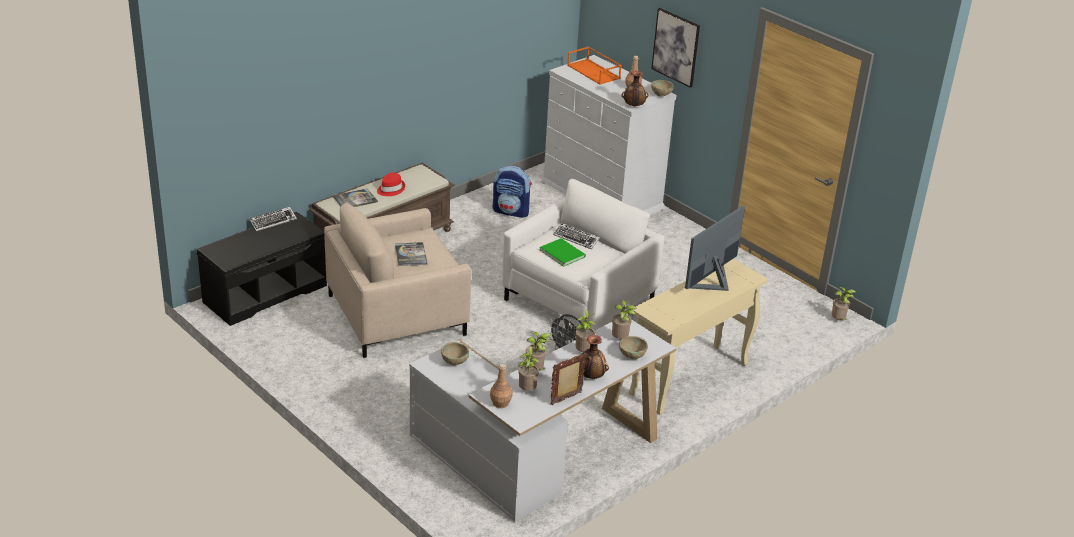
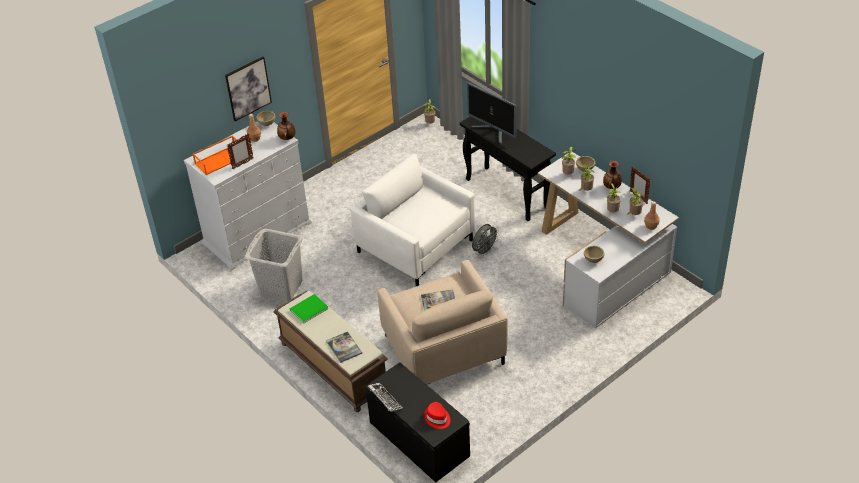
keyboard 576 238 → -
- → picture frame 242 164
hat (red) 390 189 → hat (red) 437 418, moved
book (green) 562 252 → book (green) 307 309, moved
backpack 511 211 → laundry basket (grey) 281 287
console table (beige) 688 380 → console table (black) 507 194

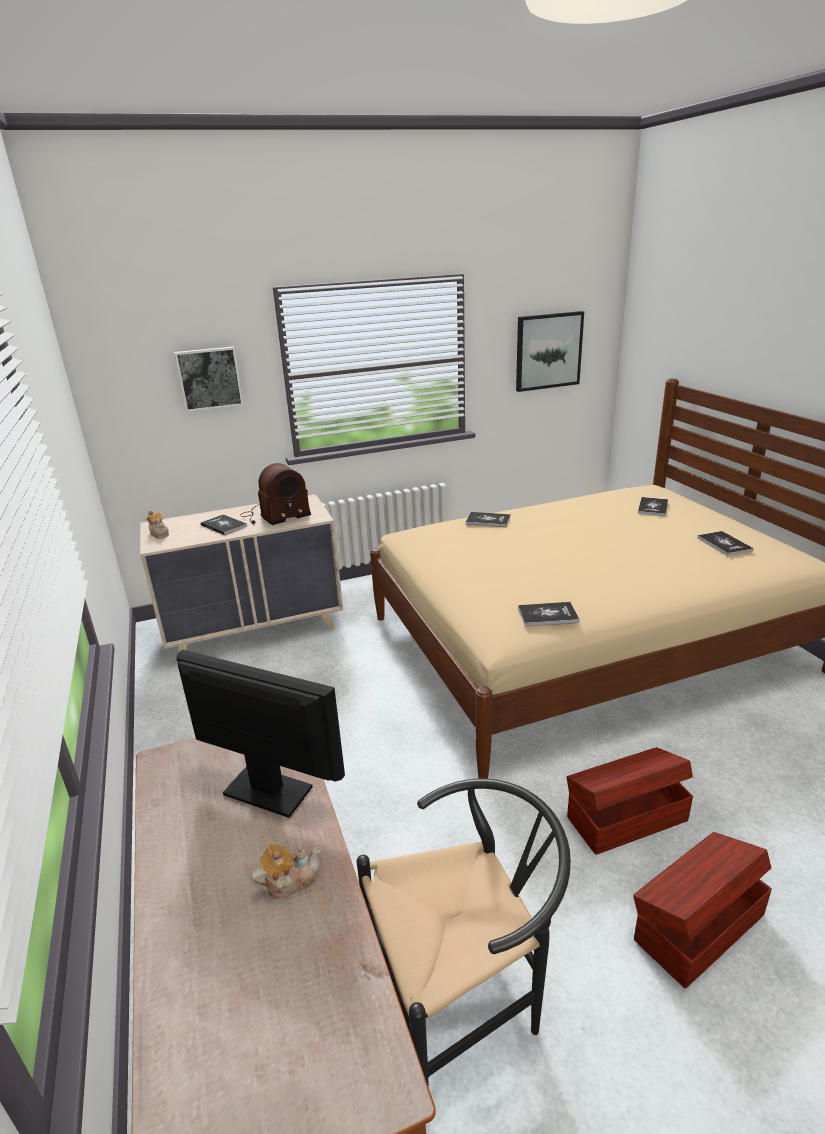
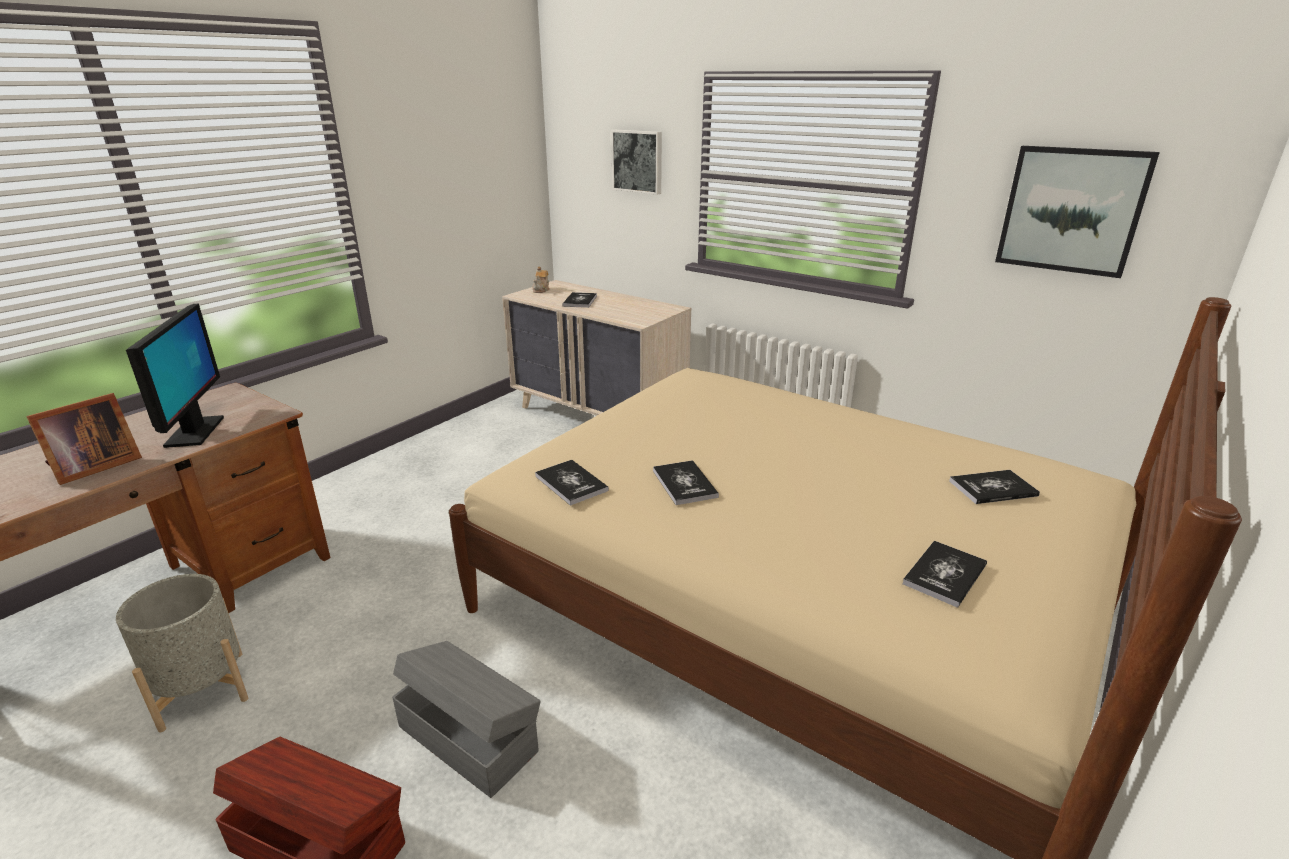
radio 274 515 → -
book 488 520 → book 684 484, moved
teapot 290 881 → picture frame 93 467
chair (black) 466 998 → planter (grey) 202 690
storage box (brown) 625 818 → storage box (grey) 468 736

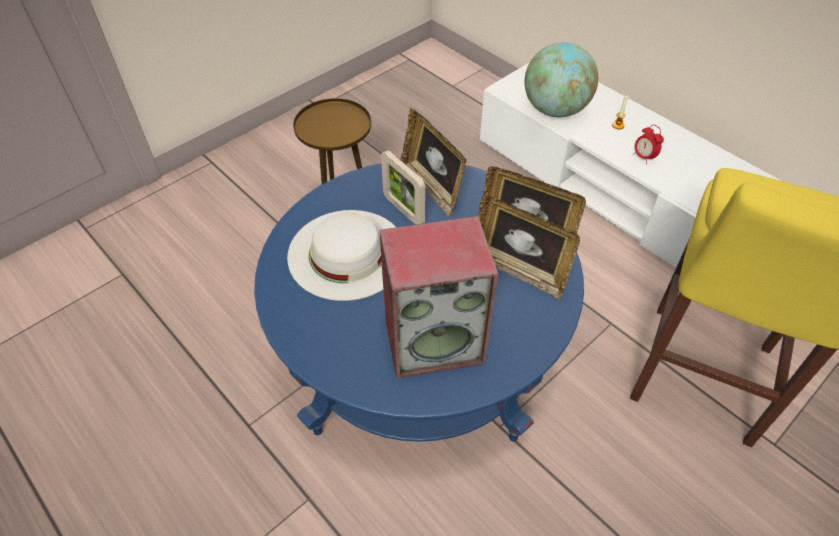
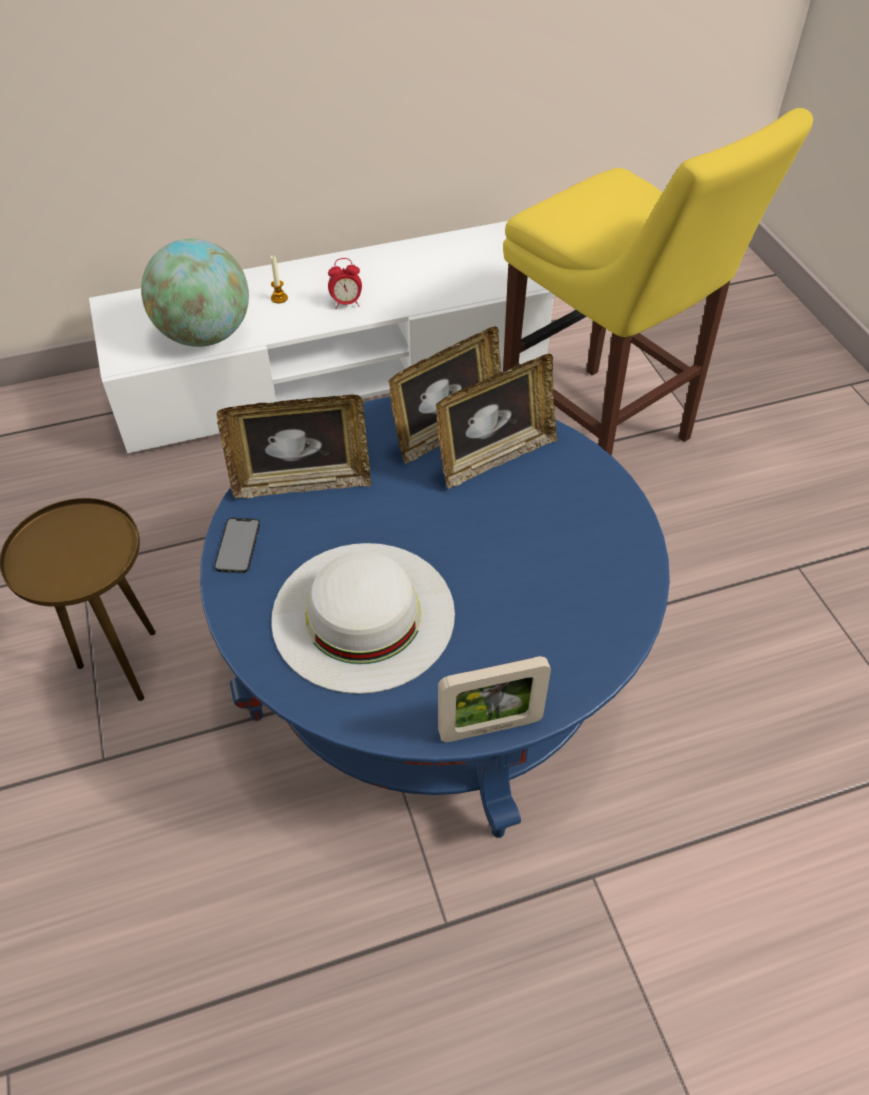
speaker 435 341 → -
- → phone 237 545
picture frame 403 210 → picture frame 490 727, moved

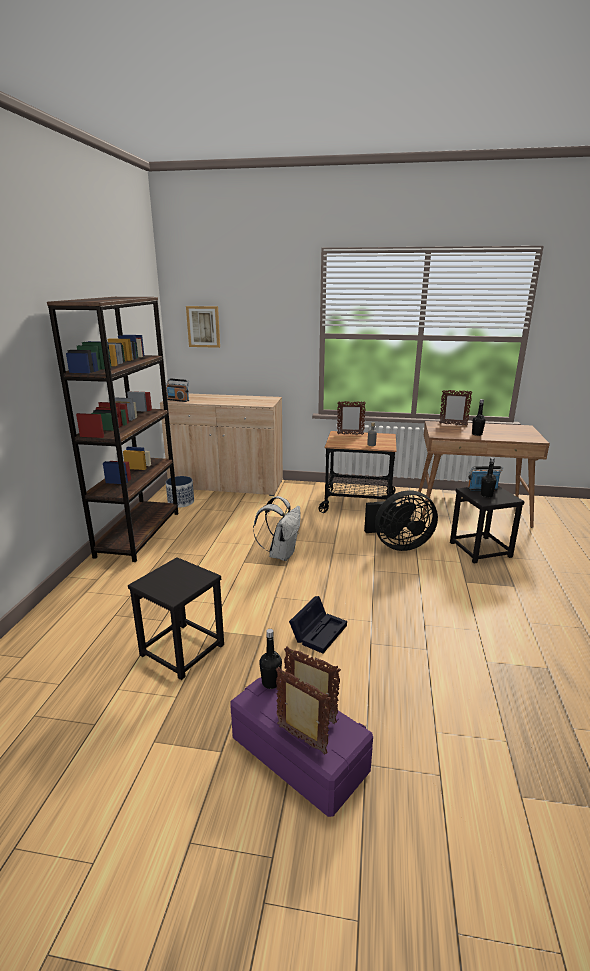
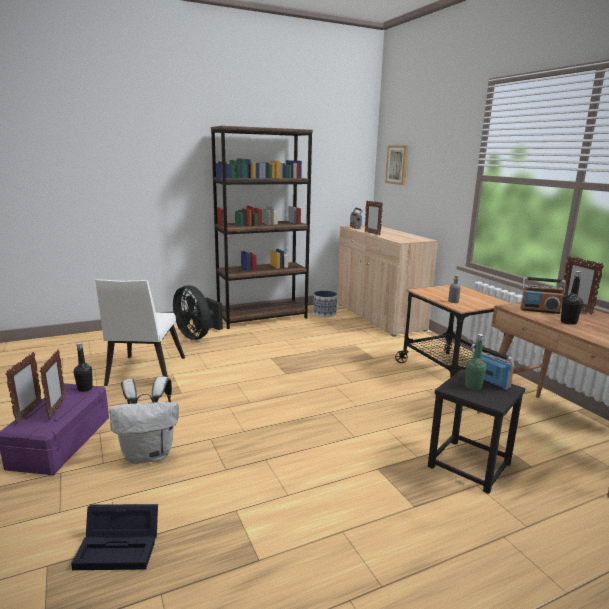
- → radio 539 310
backpack (white) 281 554 → backpack (white) 149 454, moved
storage box (black) 319 631 → storage box (black) 121 547, moved
picture frame 350 434 → picture frame 372 233, moved
fan (black) 398 545 → fan (black) 197 336, moved
stool (black) 182 650 → chair (white) 143 373
bottle (black) 486 495 → bottle (green) 473 387

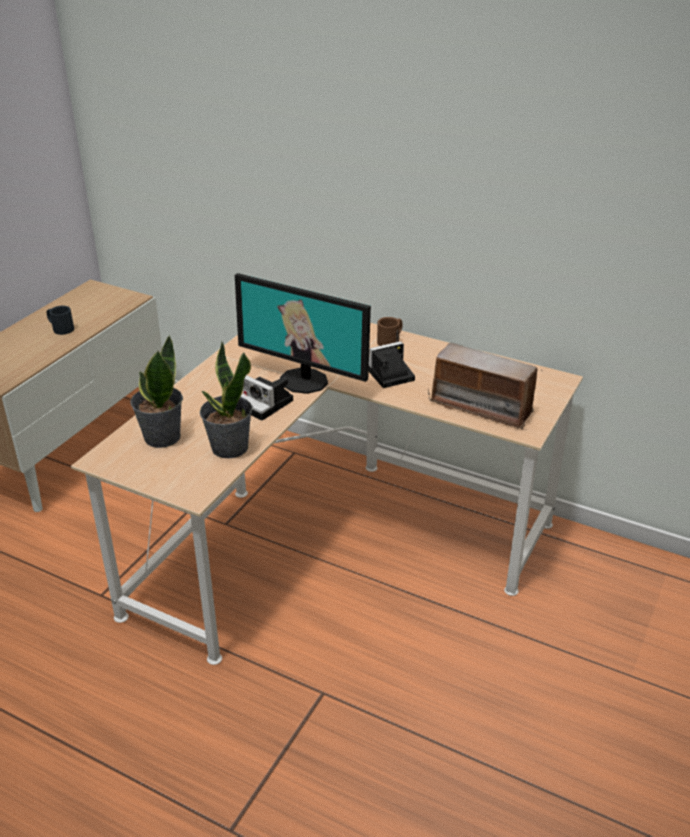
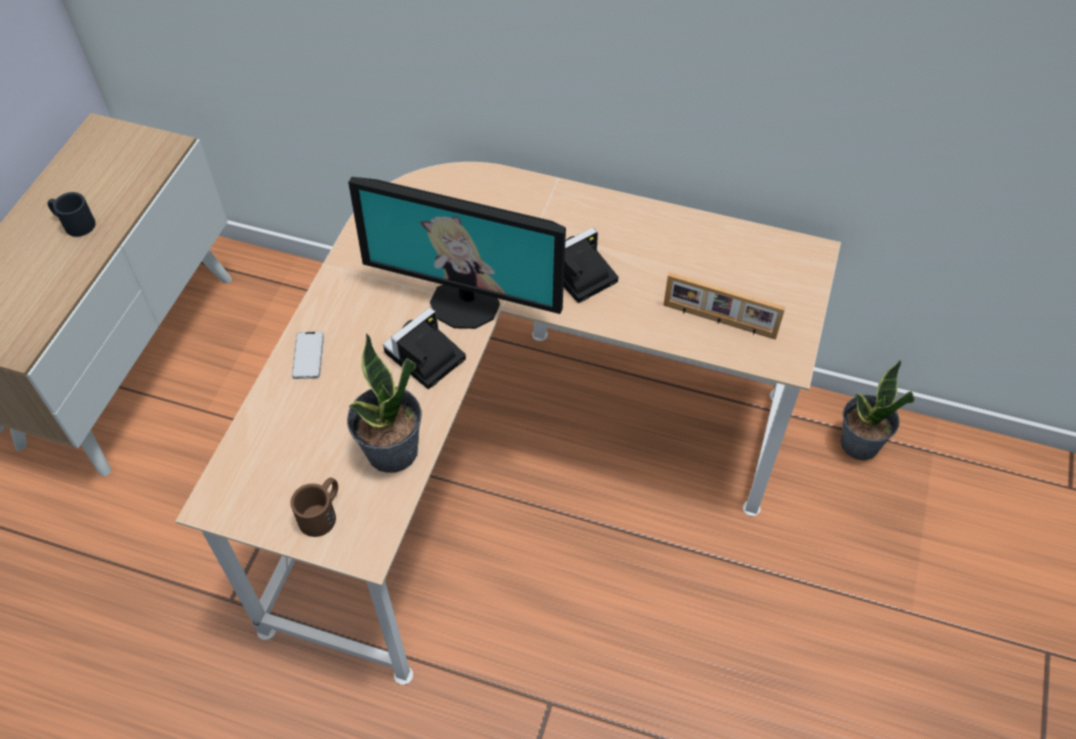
- → phone 308 356
potted plant 161 437 → potted plant 859 444, moved
mug (brown) 391 340 → mug (brown) 322 513, moved
radio 482 407 → picture frame 719 322
photo camera 266 404 → photo camera 423 358, 105 degrees clockwise

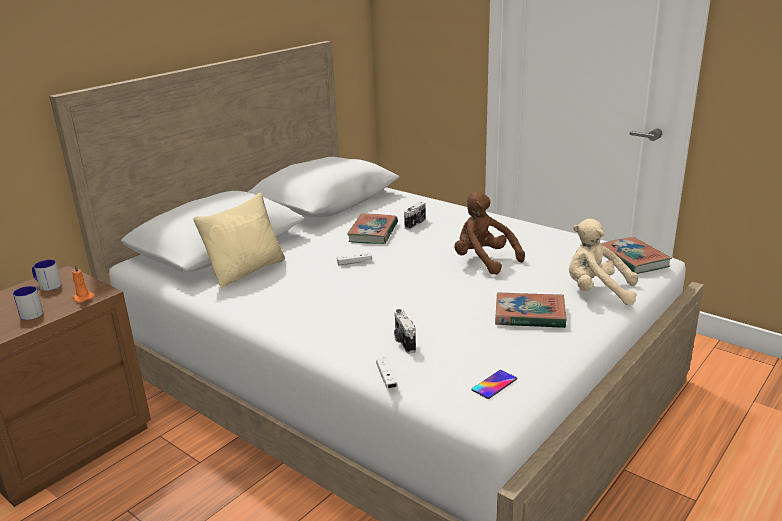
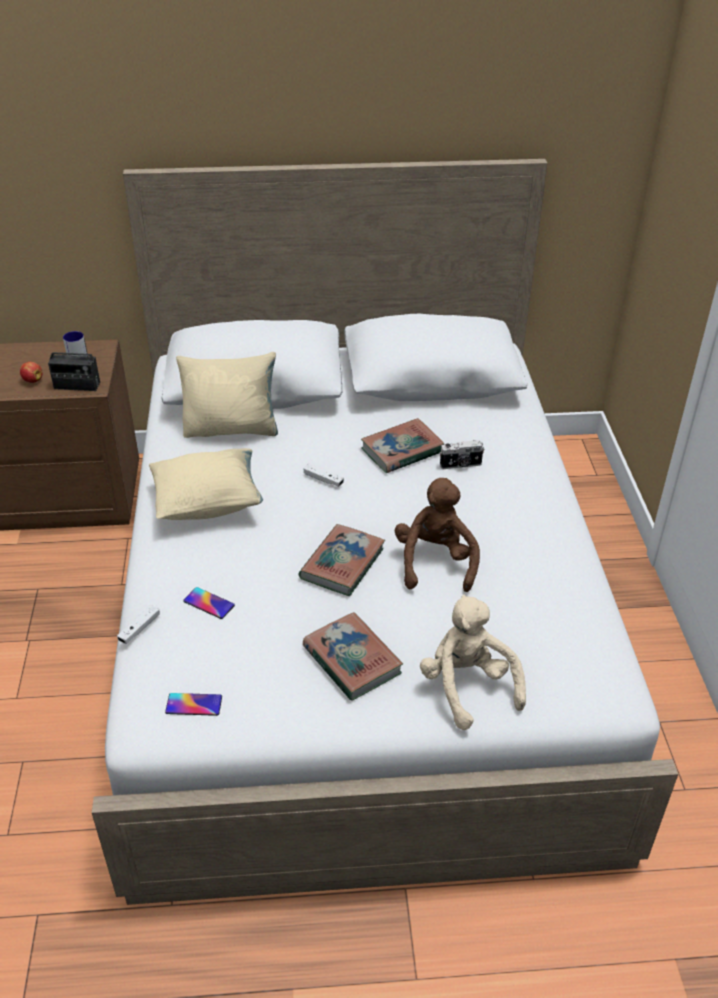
- → pillow (beige) 208 503
book 633 260 → book 342 564, moved
mug 32 312 → apple 32 380
candle (orange) 83 297 → radio 77 385
photo camera 403 342 → phone 209 603

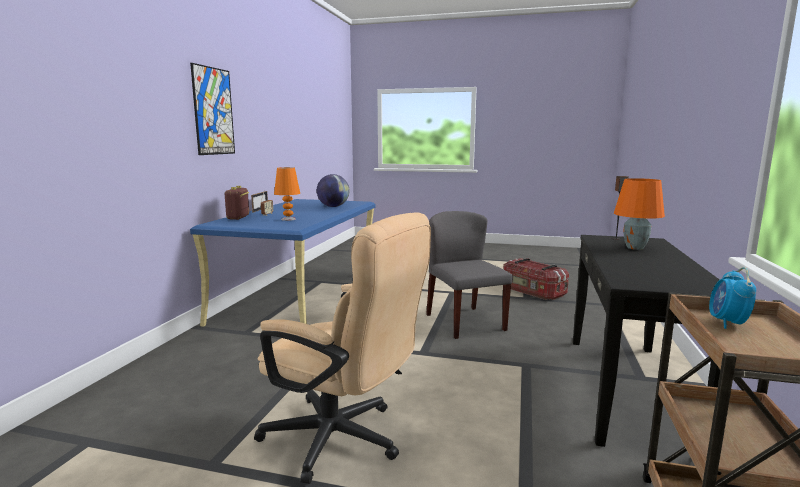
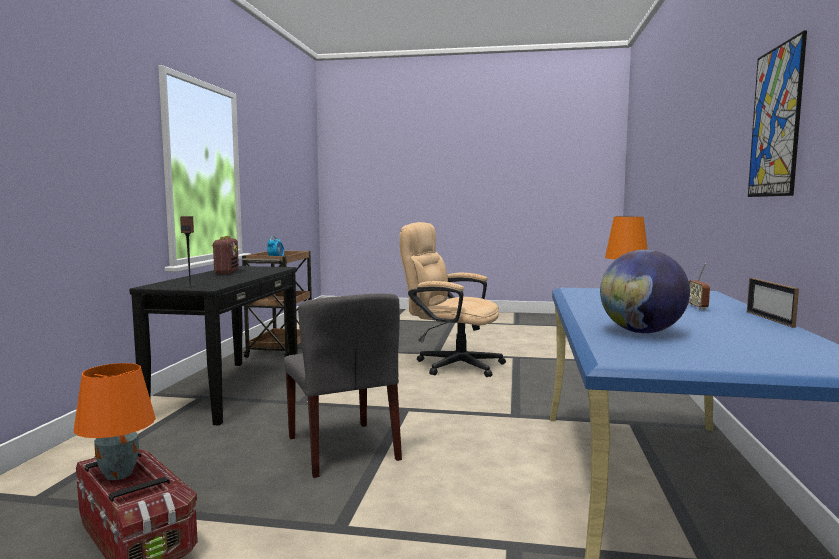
radio 238 217 → radio 226 272, moved
table lamp (orange) 634 248 → table lamp (orange) 119 475, moved

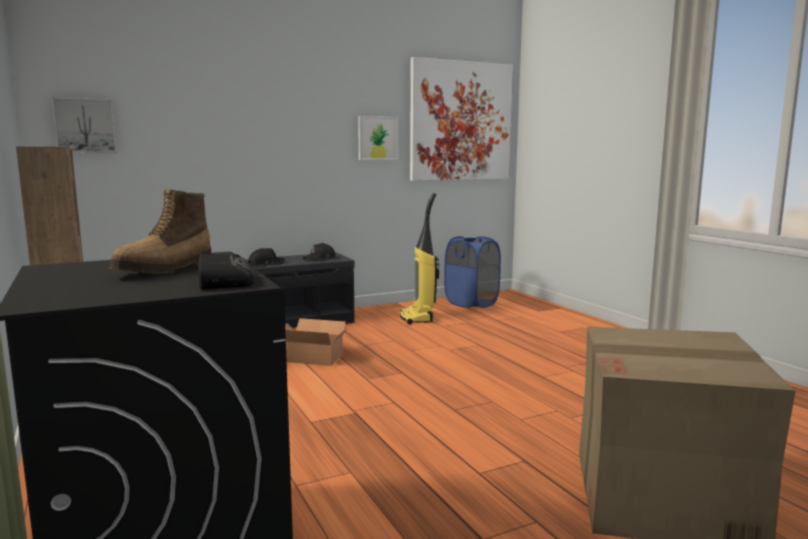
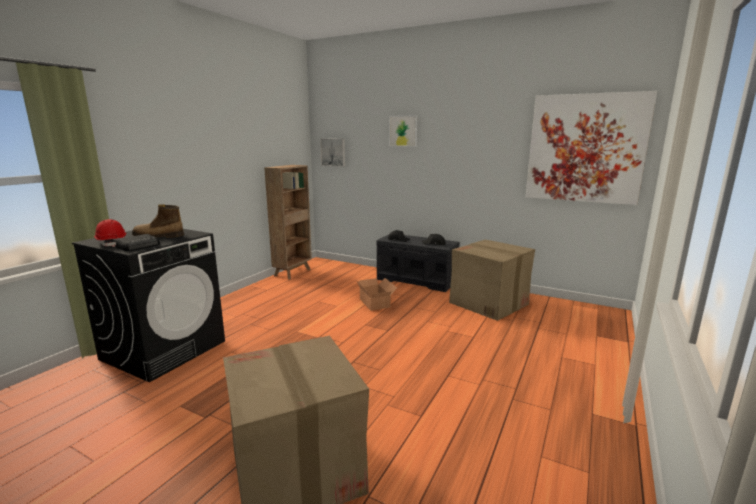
laundry basket (blue) 471 303 → -
- → hard hat (red) 112 243
picture 378 138 → picture 403 131, moved
vacuum cleaner 417 317 → cardboard box 489 303

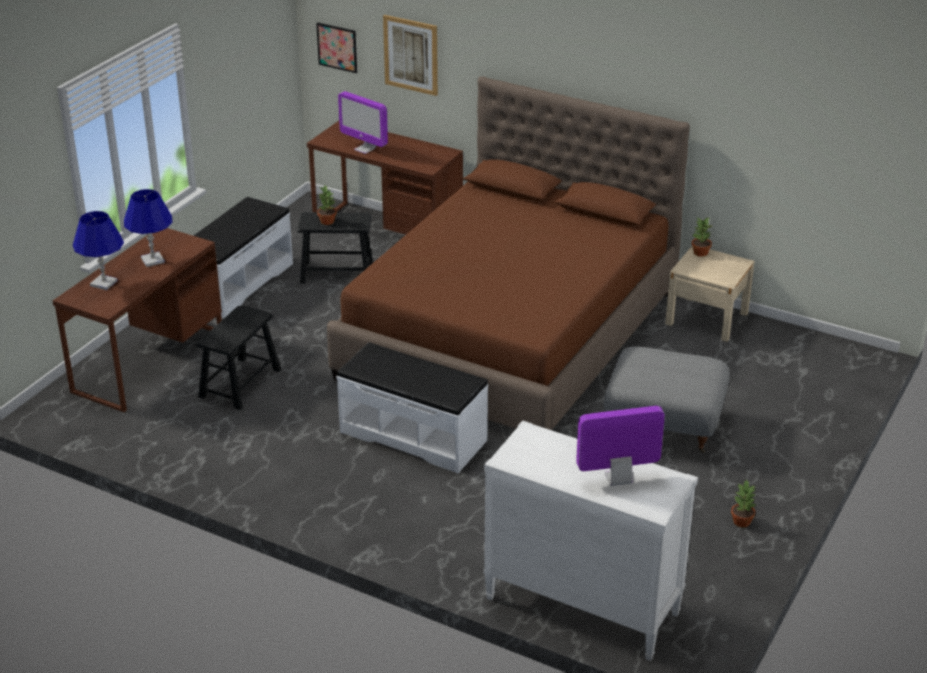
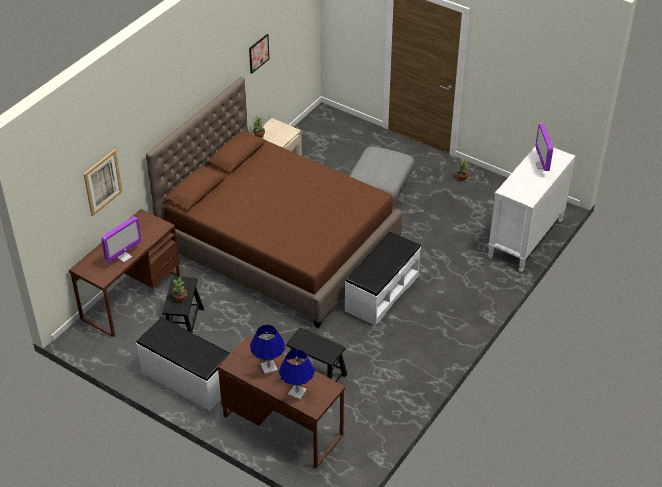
picture 337 47 → picture 258 53, moved

